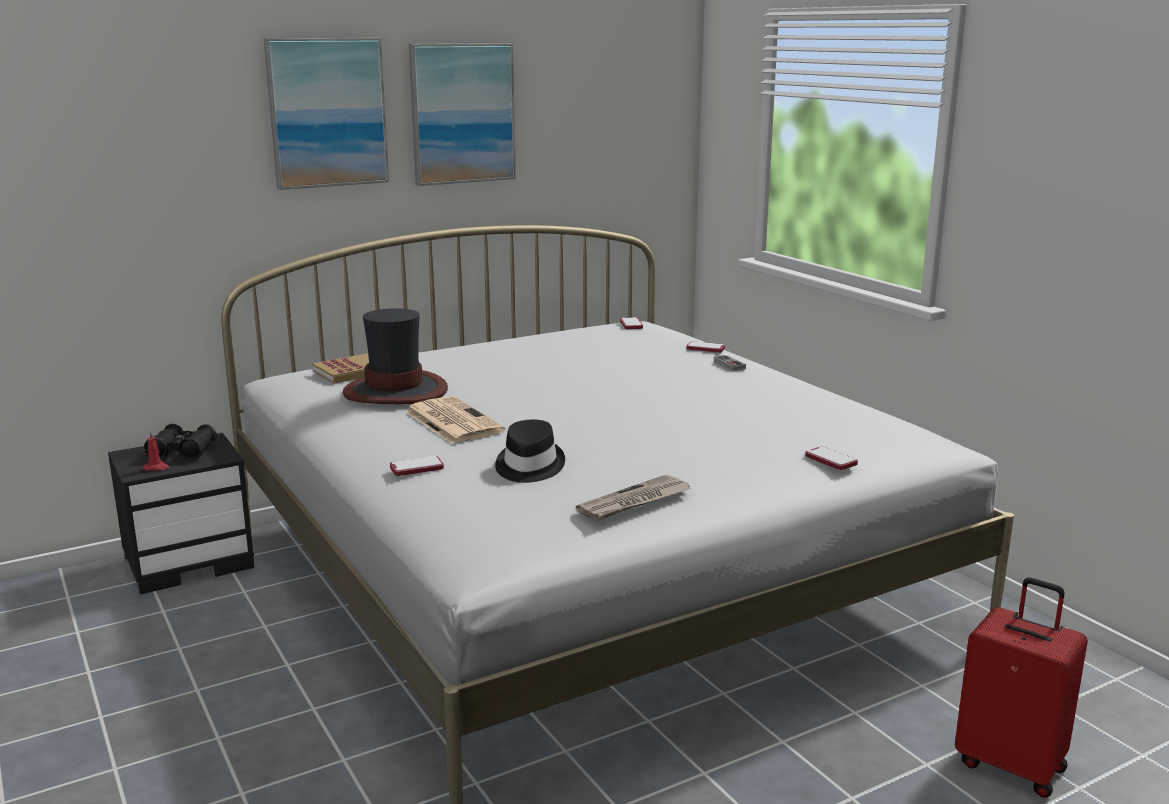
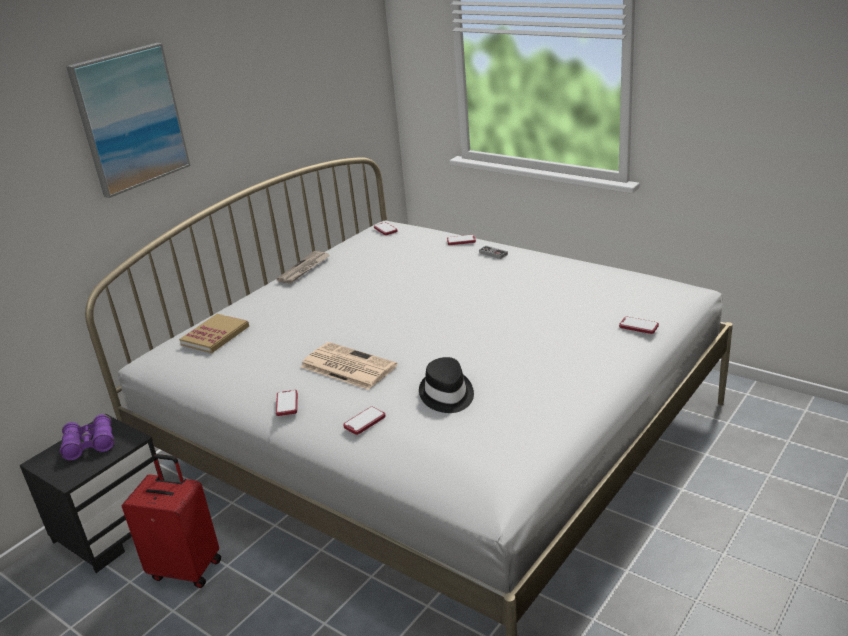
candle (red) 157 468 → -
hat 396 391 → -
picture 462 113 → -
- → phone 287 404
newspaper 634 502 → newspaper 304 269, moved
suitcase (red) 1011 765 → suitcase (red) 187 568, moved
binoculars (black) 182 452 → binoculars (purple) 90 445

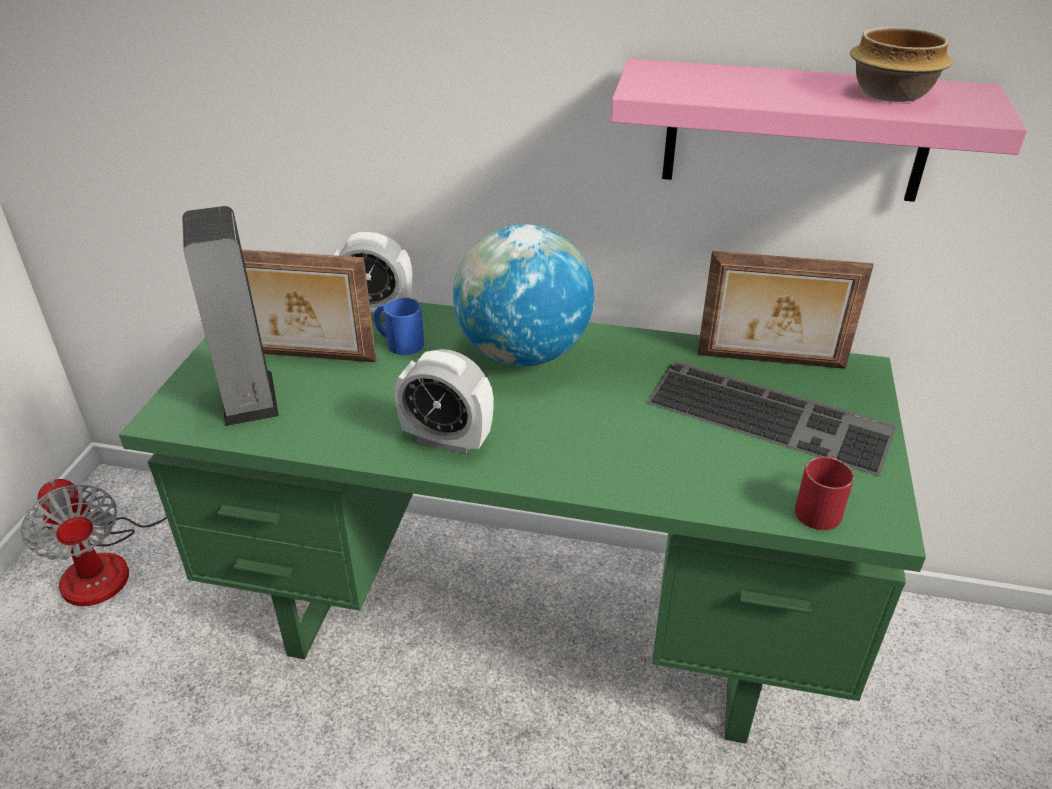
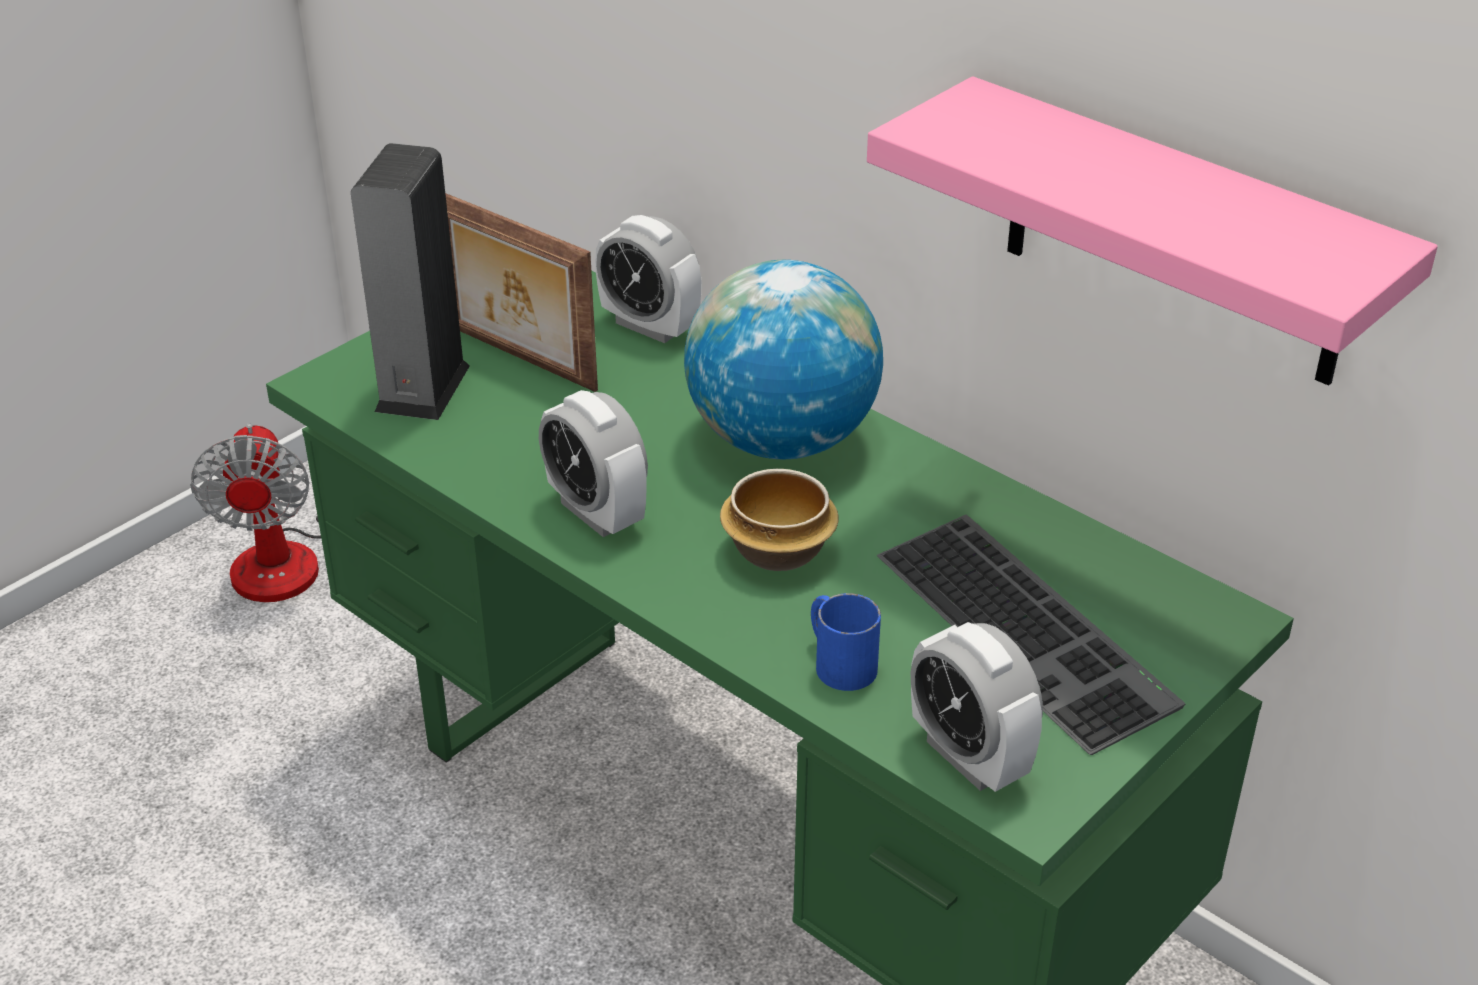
picture frame 770 362 → -
mug (blue) 399 342 → mug (blue) 838 661, moved
bowl 889 94 → bowl 776 551, moved
mug (red) 820 506 → alarm clock 969 757

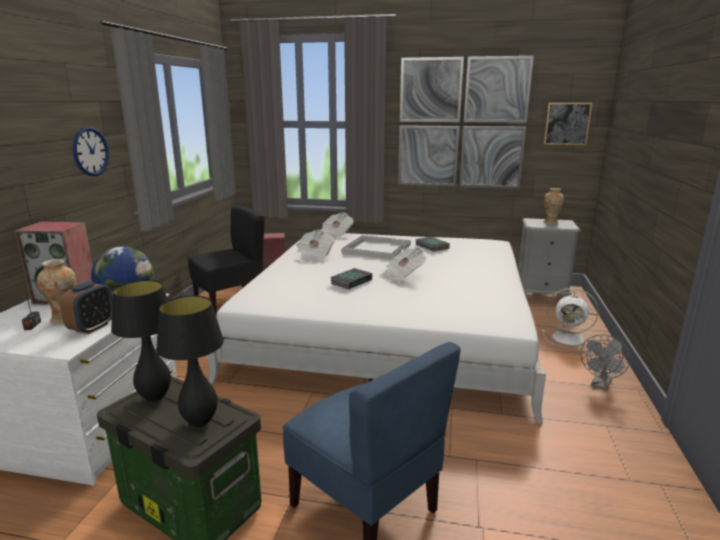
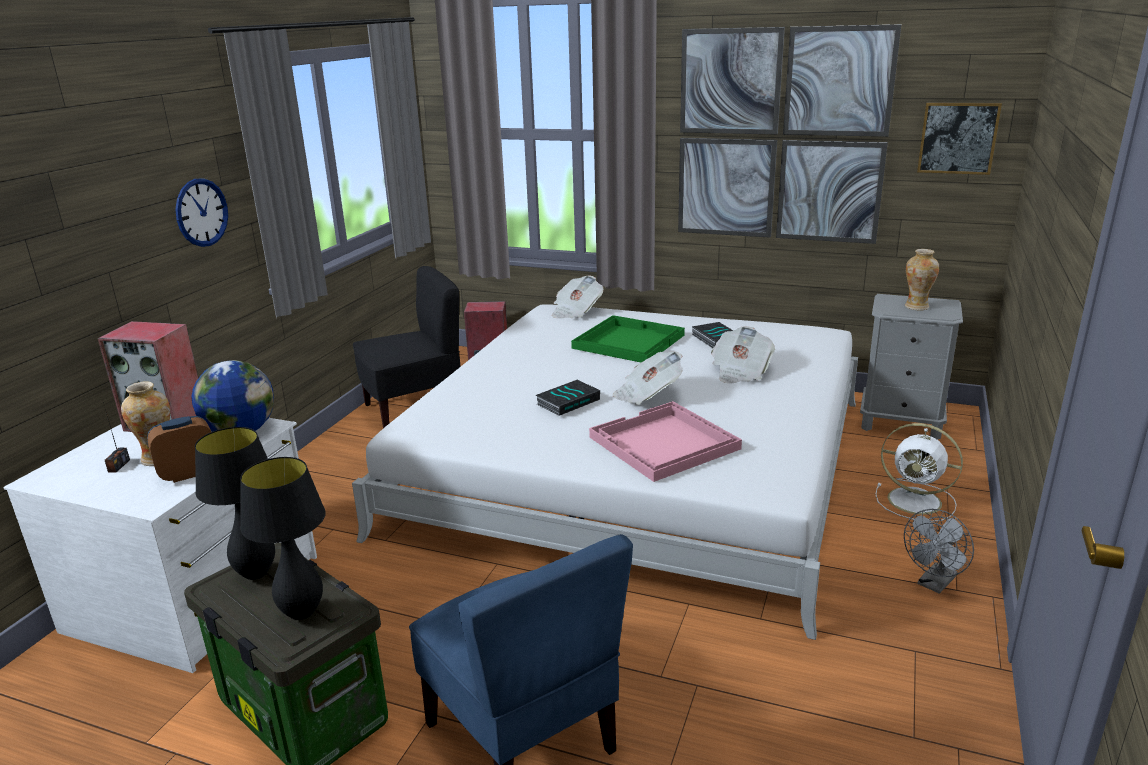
- → tray (pink) 663 444
newspaper 314 256 → newspaper 740 372, moved
tray (white) 376 249 → tray (green) 628 341
alarm clock 92 327 → alarm clock 189 473, 150 degrees counterclockwise

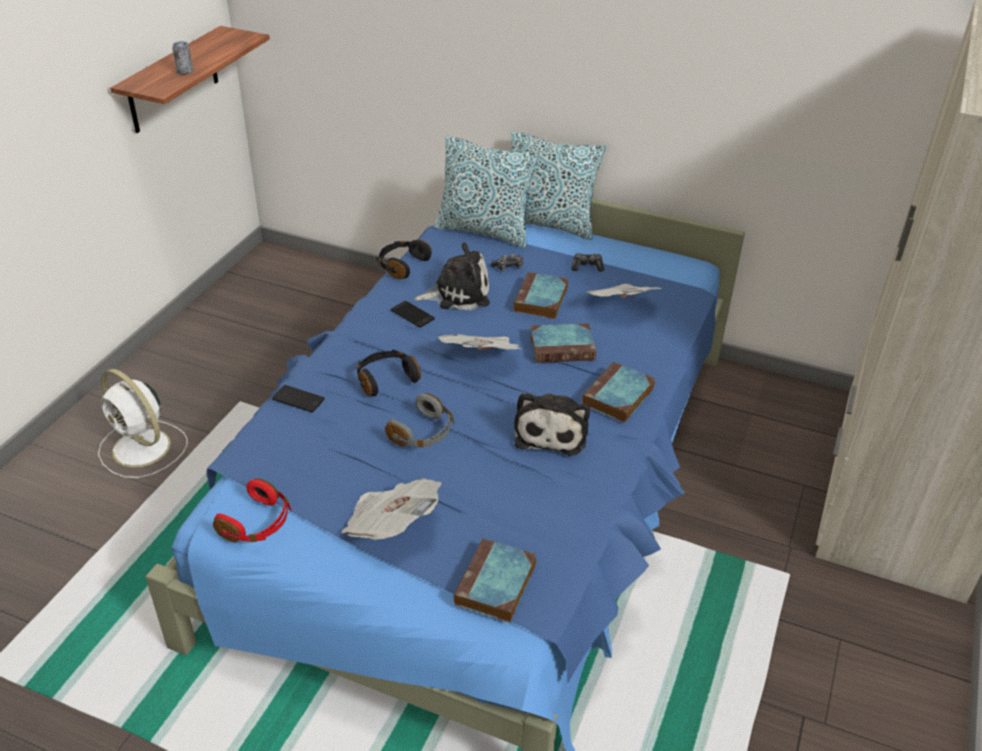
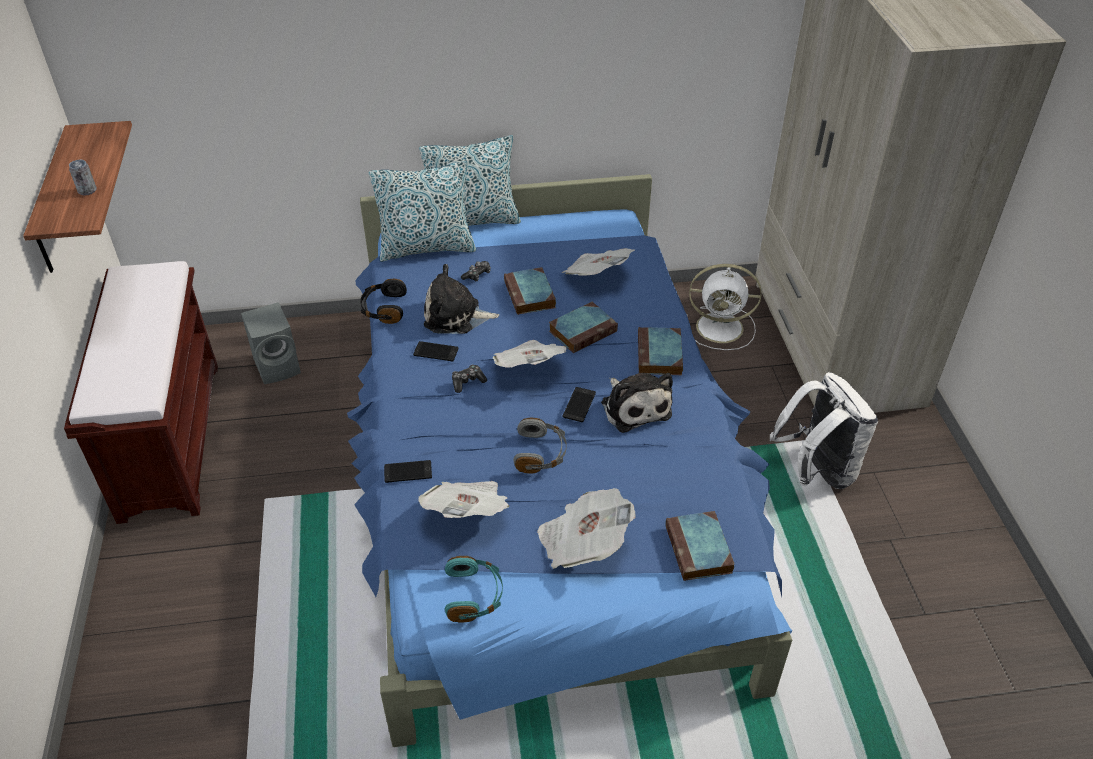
headphones (black) 386 379 → -
- → bench (brown) 170 438
- → speaker (grey) 279 366
- → newspaper 468 513
- → phone 579 405
- → backpack (white) 817 470
fan (white) 143 449 → fan (white) 722 328, moved
game controller 587 267 → game controller 467 382, moved
headphones (red) 258 523 → headphones (turquoise) 474 595
plush toy 458 293 → plush toy 456 316, 135 degrees counterclockwise

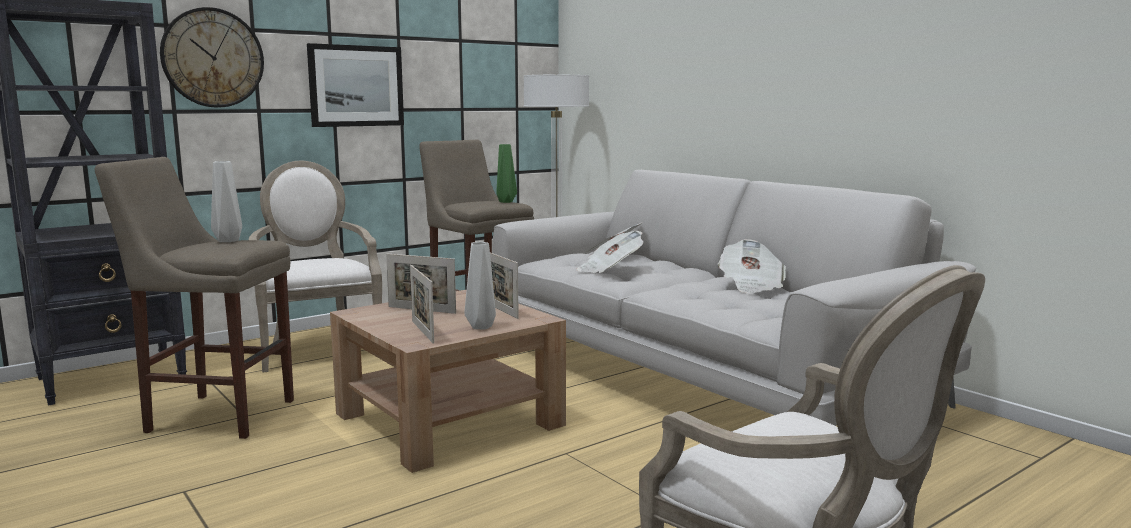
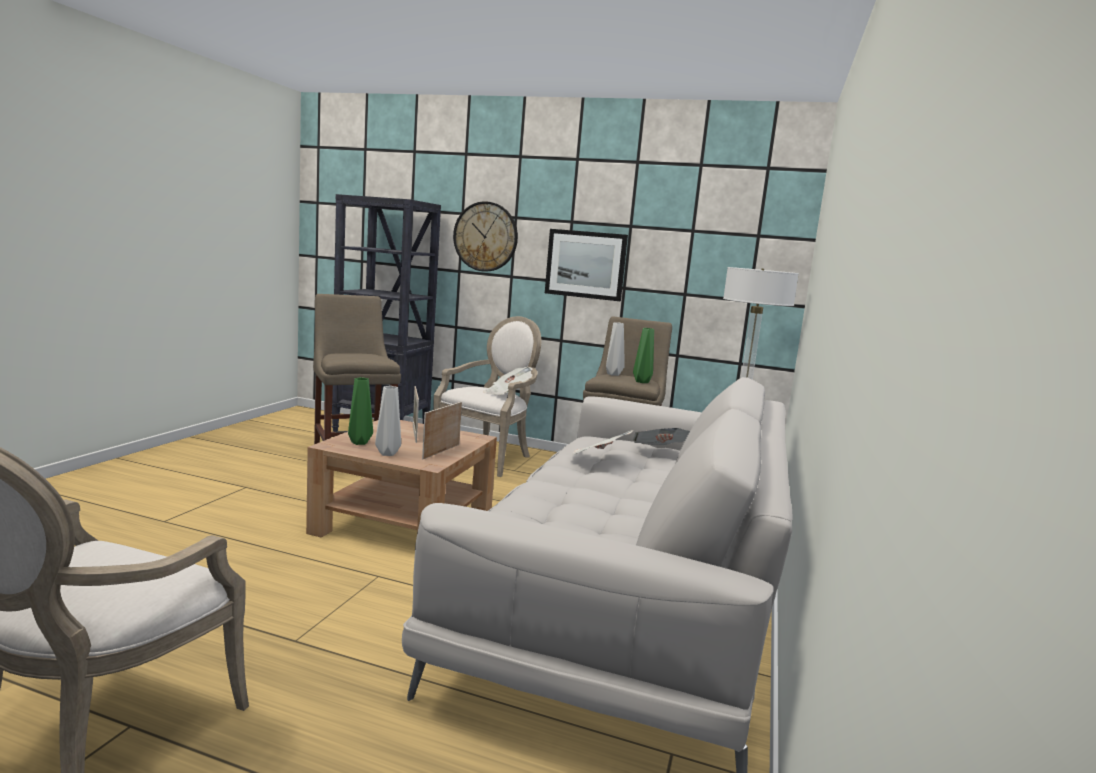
vase (grey) 229 240 → vase (grey) 614 374, moved
newspaper 751 285 → newspaper 507 393, moved
picture frame 422 332 → vase (green) 359 442

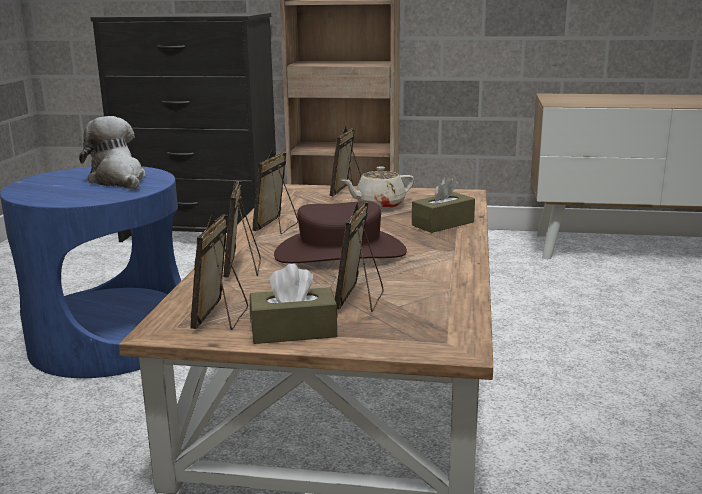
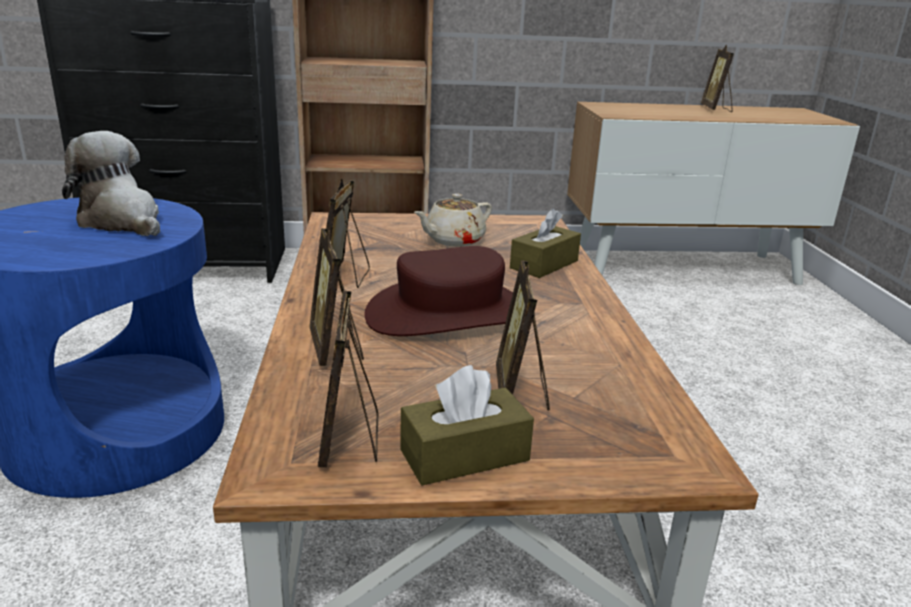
picture frame 348 194 → picture frame 716 109, moved

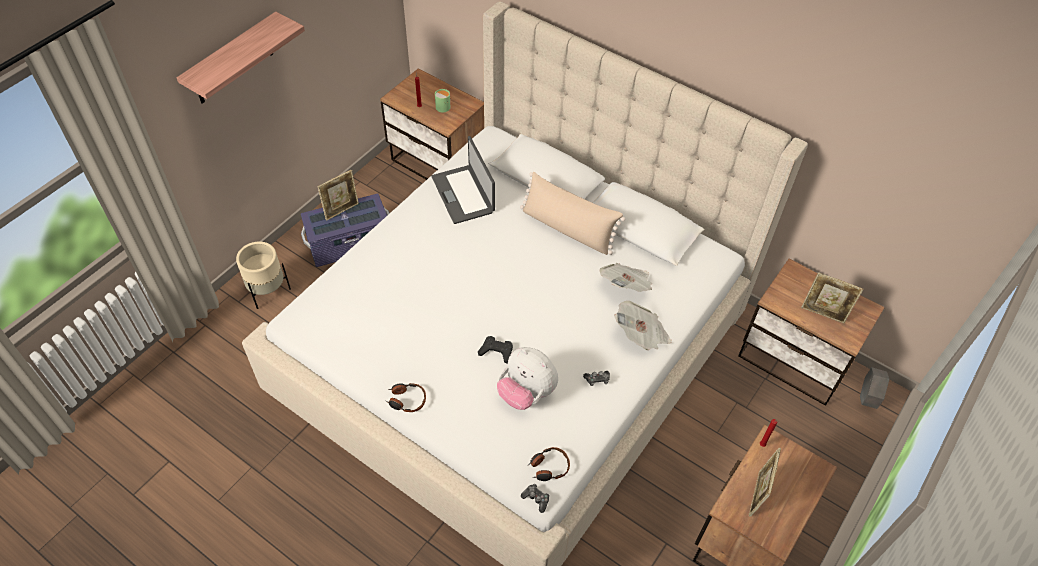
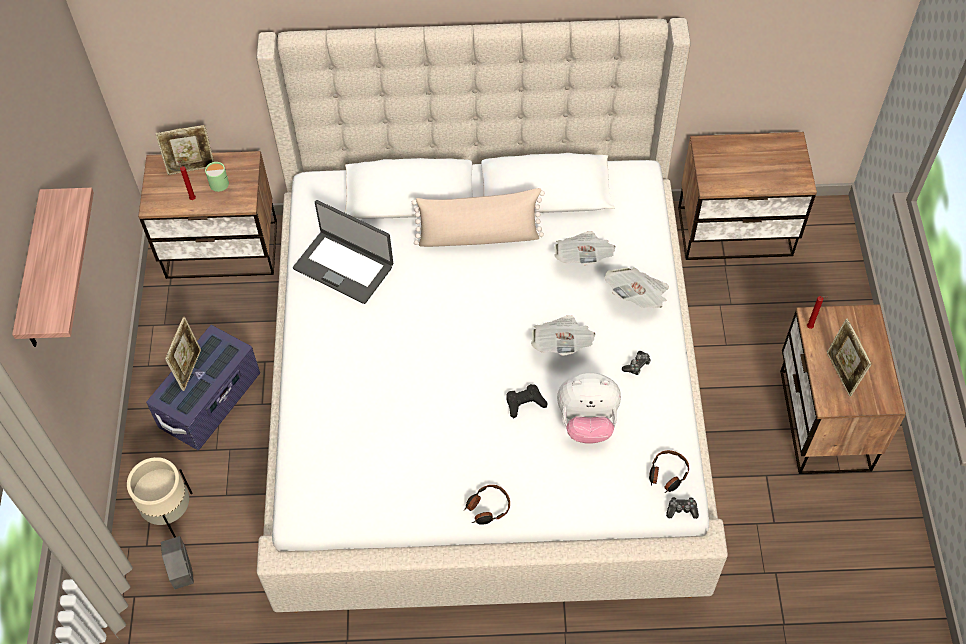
- → newspaper 562 344
picture frame 823 313 → picture frame 191 168, moved
planter (grey) 867 398 → planter (grey) 182 572, moved

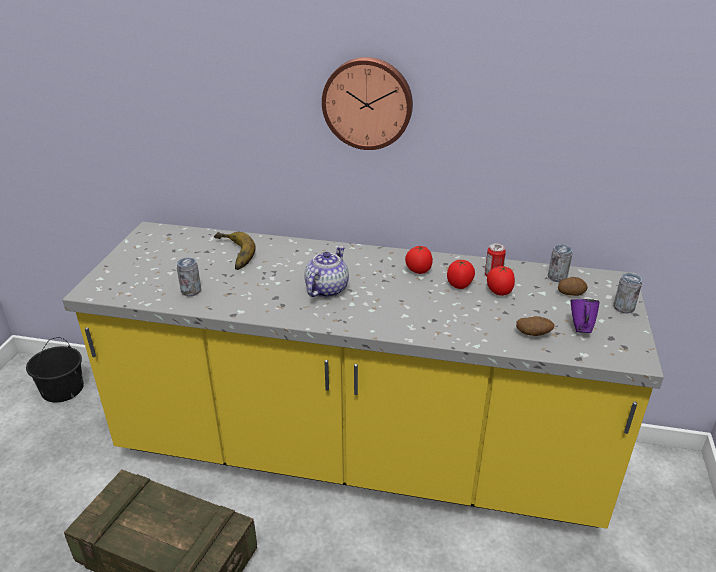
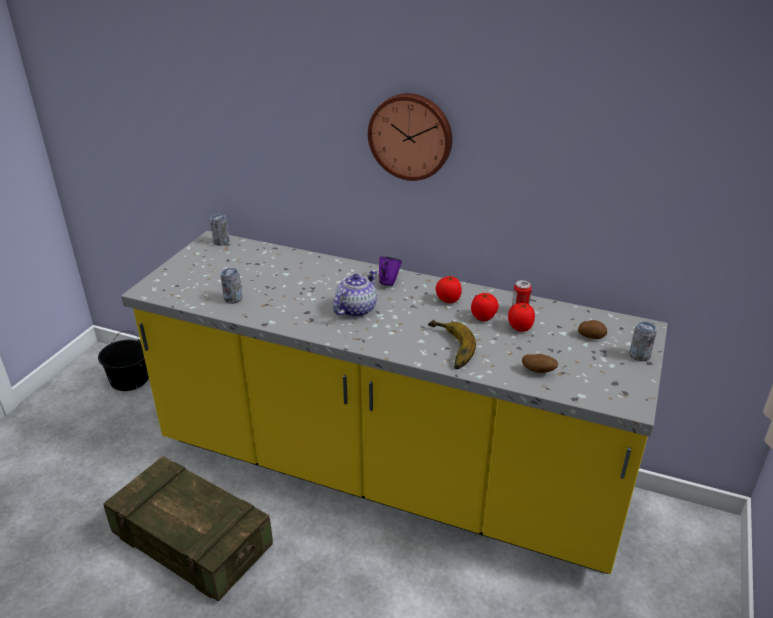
banana 231 254 → banana 447 348, moved
can 557 277 → can 221 242, moved
mug (purple) 580 329 → mug (purple) 388 283, moved

